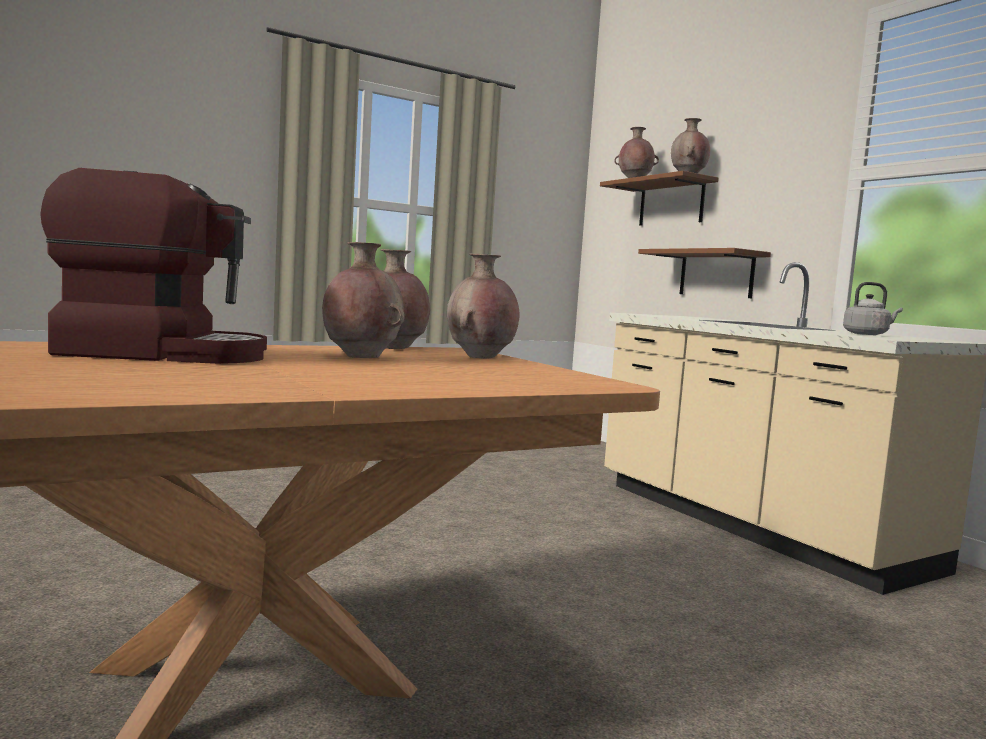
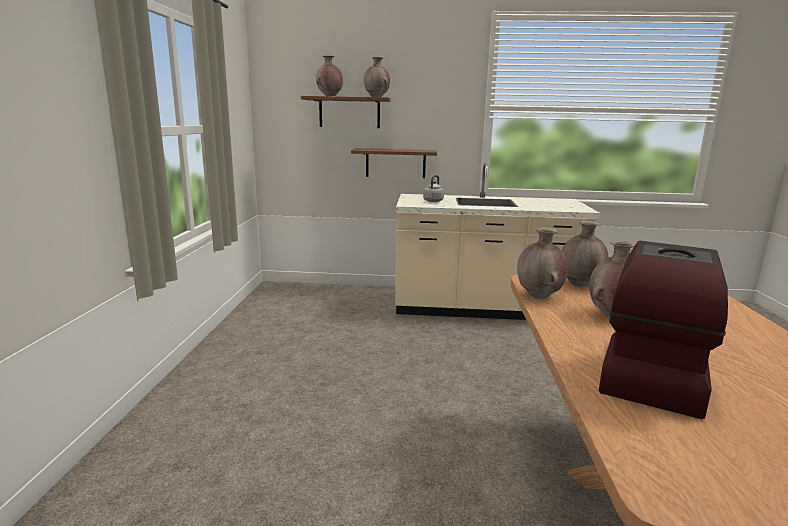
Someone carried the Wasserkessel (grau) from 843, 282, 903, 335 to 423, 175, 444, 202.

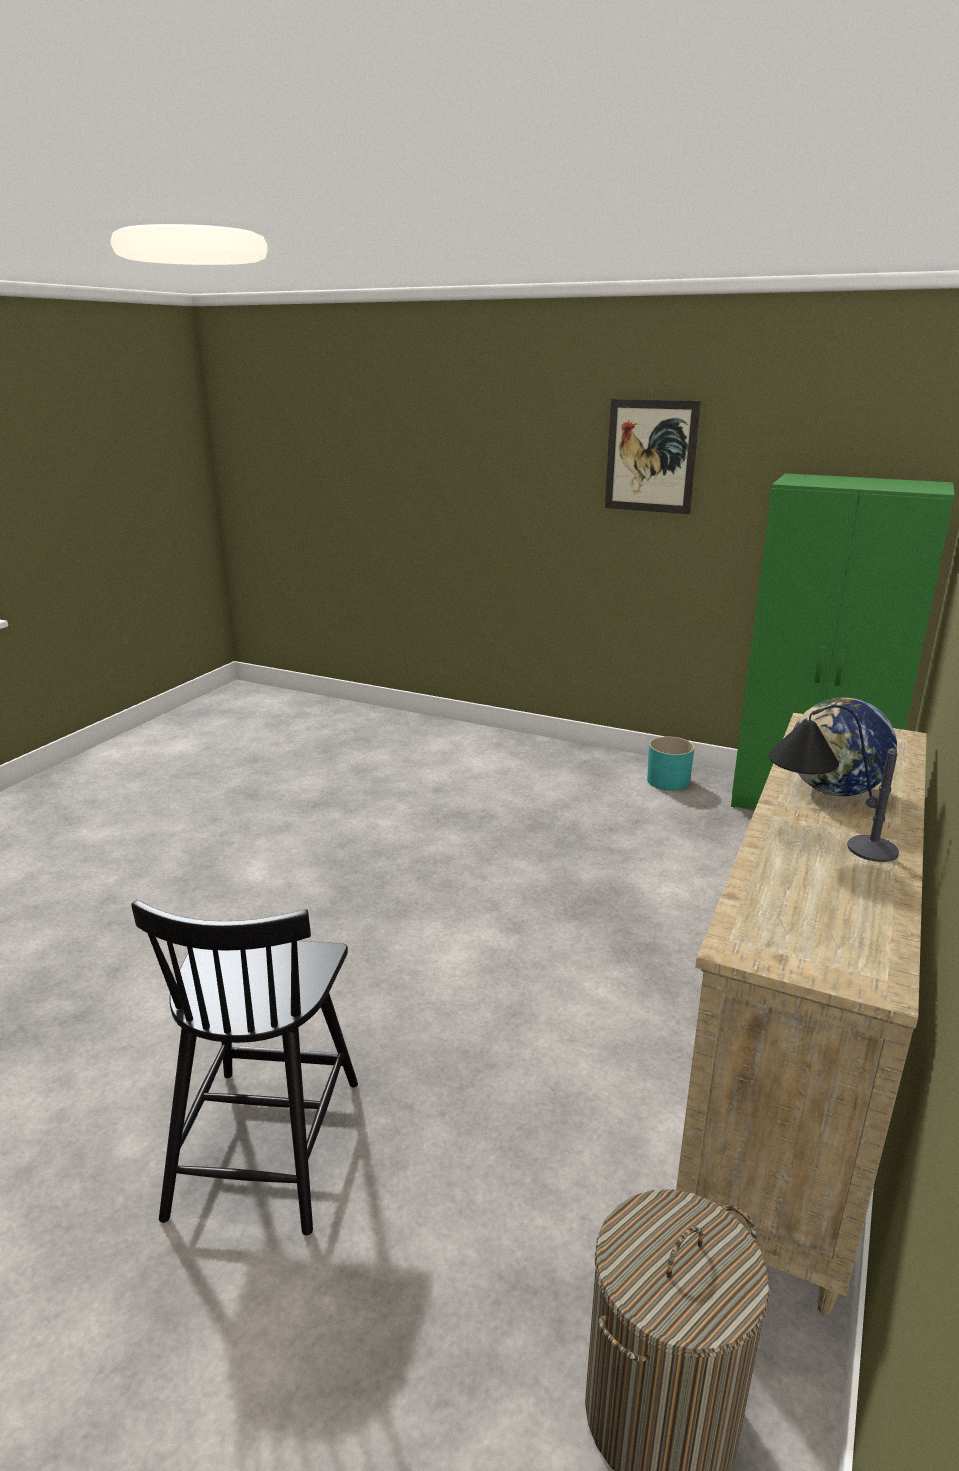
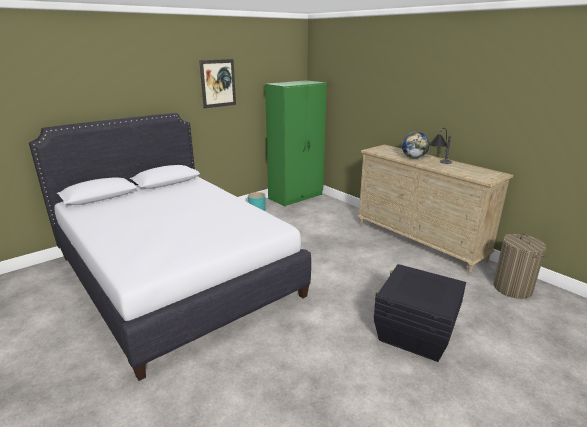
Someone swapped the Stuhl (schwarz) at 131, 900, 358, 1235 for the Aufbewahrungsbox (schwarz) at 374, 264, 466, 362. Someone put down the Bett (weiß) at 29, 112, 311, 381.

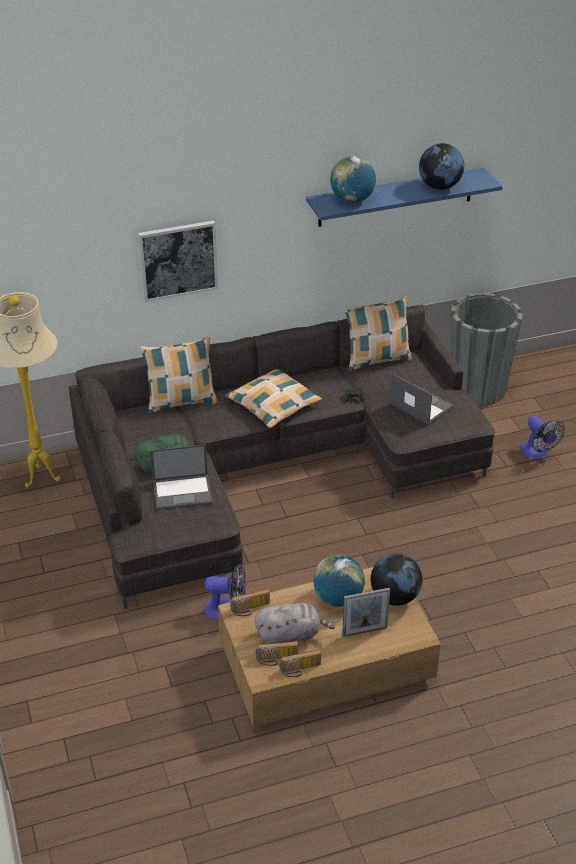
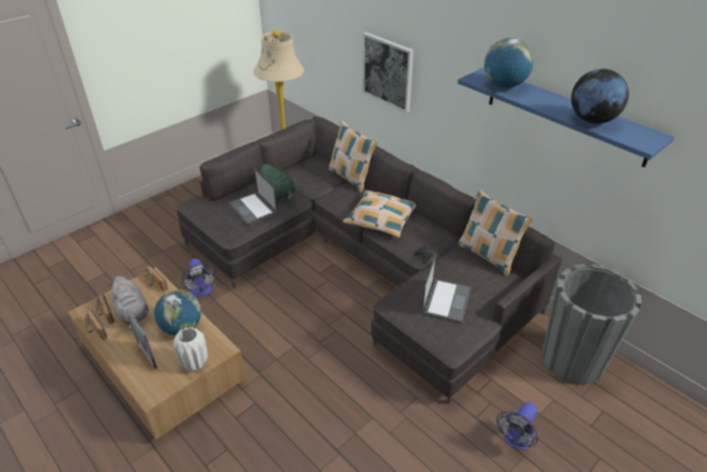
Someone swapped the Globus at 371, 553, 422, 606 for the Vase (weiß) at 173, 327, 208, 371.

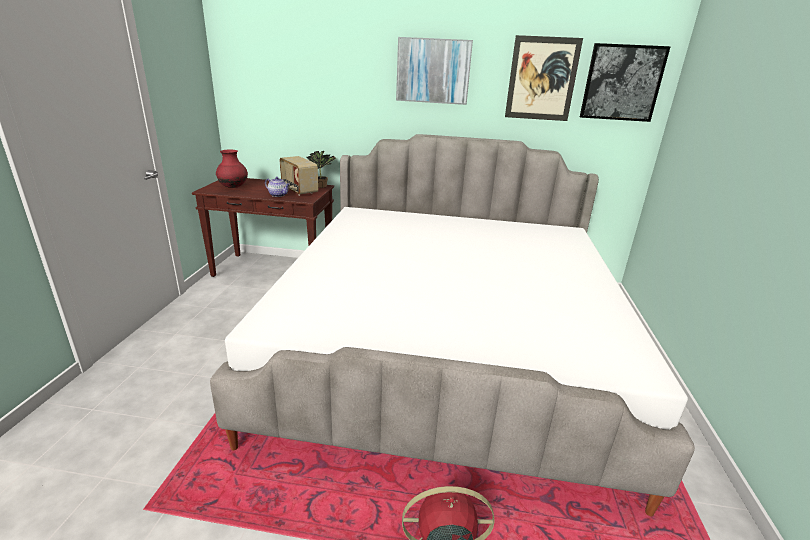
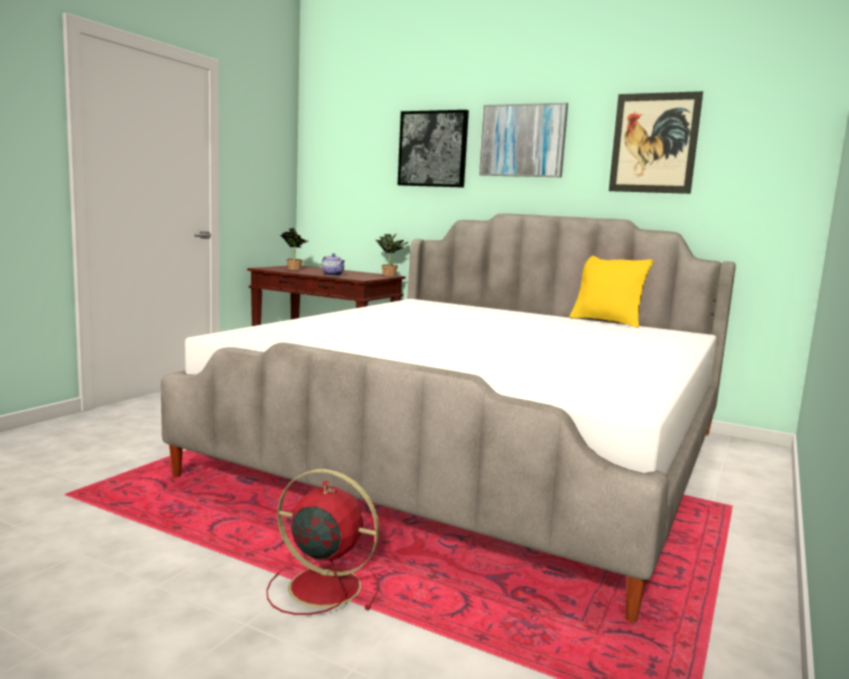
Someone swapped the Vase (rot) at 216, 149, 248, 188 for the Topfpflanze at 280, 228, 308, 270. Someone took away the Radio at 280, 156, 318, 196. Someone carried the Bild from 580, 43, 671, 122 to 398, 110, 469, 188. Someone put down the Kissen (gelb) at 570, 256, 654, 328.

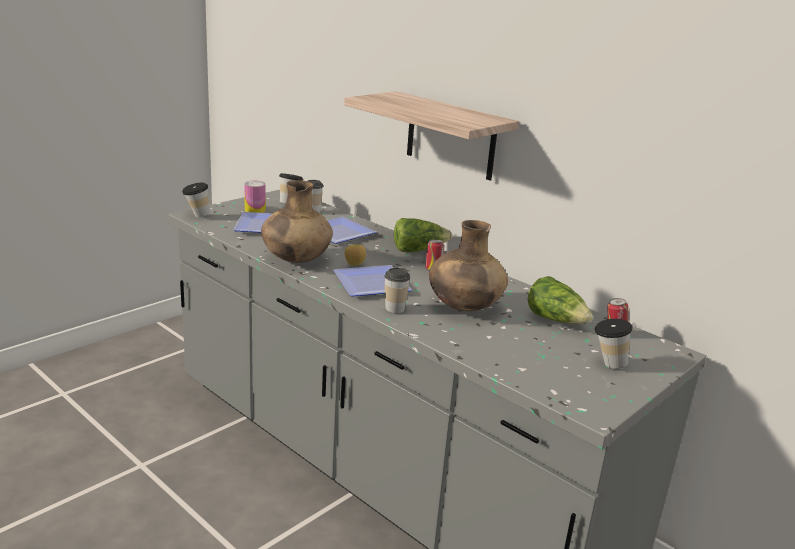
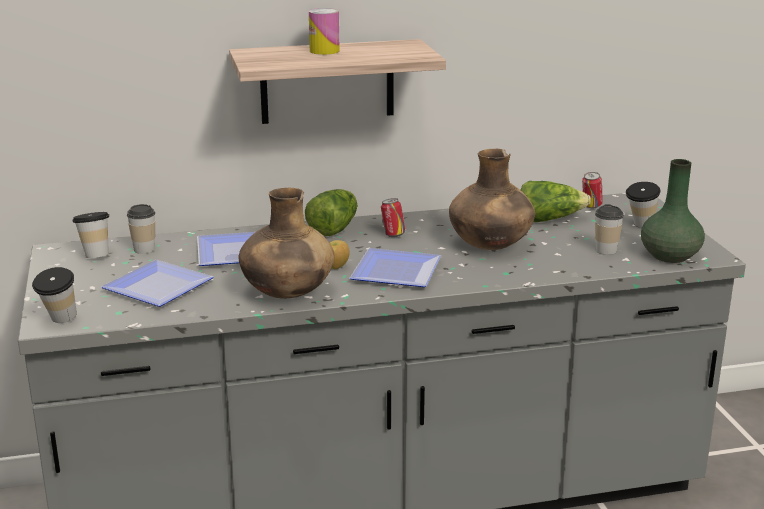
Someone carried the Dose from 244, 181, 266, 213 to 309, 8, 340, 55. Someone carried the Tasse from 384, 268, 410, 313 to 595, 204, 624, 255. Someone put down the Vase (grün) at 641, 159, 705, 263.

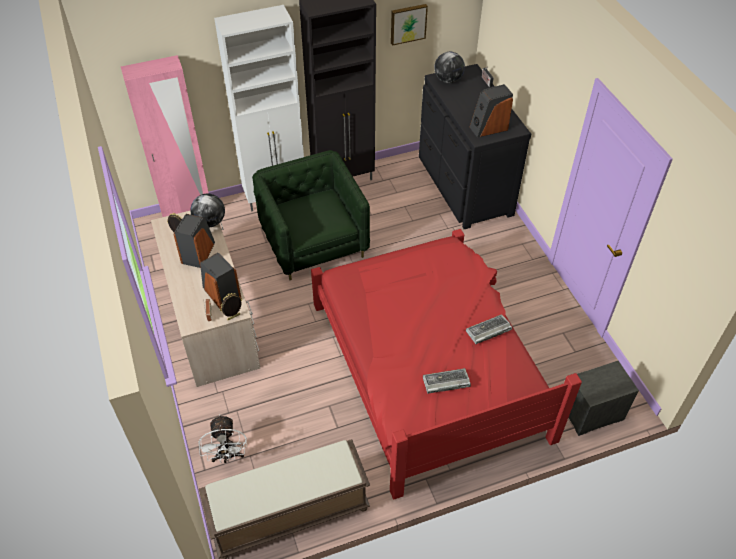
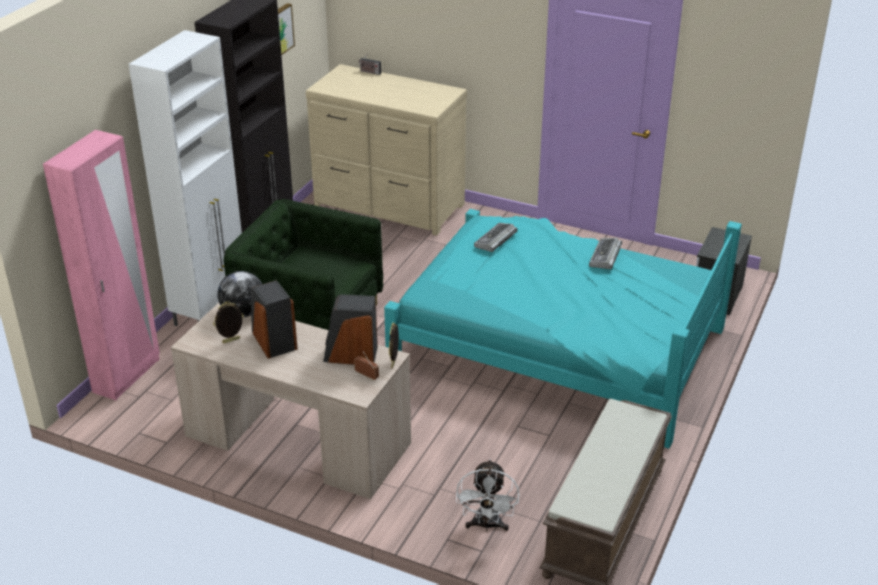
Someone rotated the Ventilator (weiß) at 199, 414, 247, 463 by 60 degrees clockwise. Someone repainted the Bett (rot) at 311, 229, 582, 499, which became the Bett (türkis) at 384, 209, 742, 449. Someone repainted the Kommode (schwarz) at 419, 64, 531, 229, which became the Kommode (beige) at 306, 64, 467, 236. Someone carried the Tastatur from 423, 368, 471, 394 to 474, 223, 518, 252. Someone took away the Globus at 434, 52, 465, 83. Someone took away the Lautsprecher at 470, 84, 513, 137.

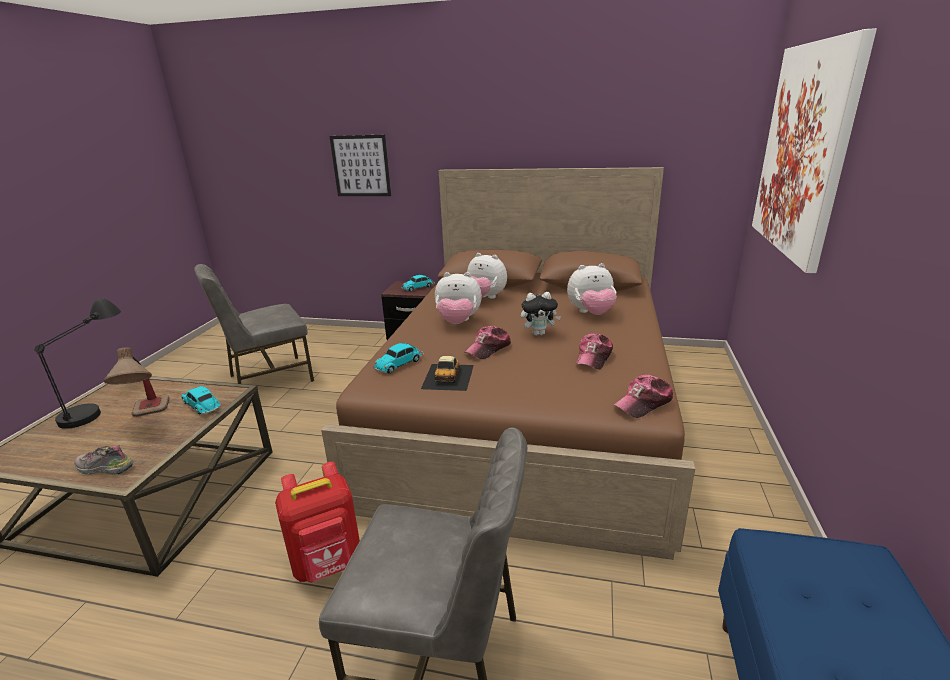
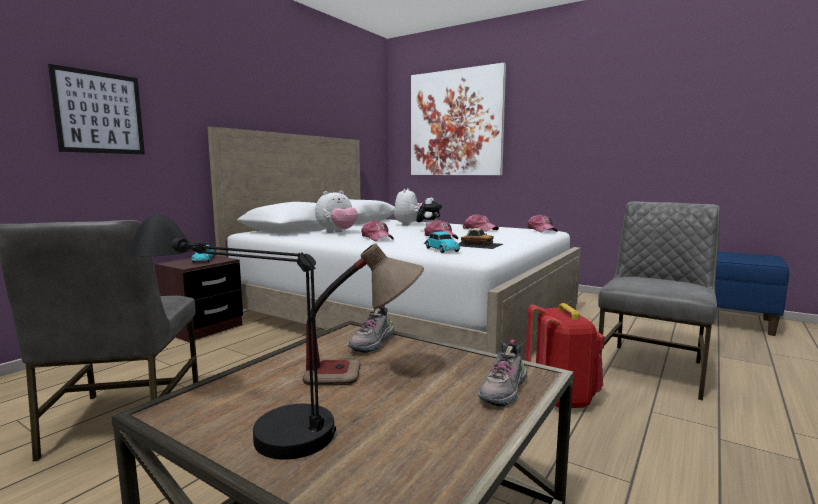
Someone swapped the Spielzeugauto at 181, 386, 221, 415 for the Schuh at 348, 305, 394, 353. Someone repainted the Bett (braun) at 321, 167, 695, 560, which became the Bett (weiß) at 207, 126, 581, 360. Someone swapped the Plüschtier at 435, 272, 482, 324 for the Kappe at 361, 220, 394, 241.

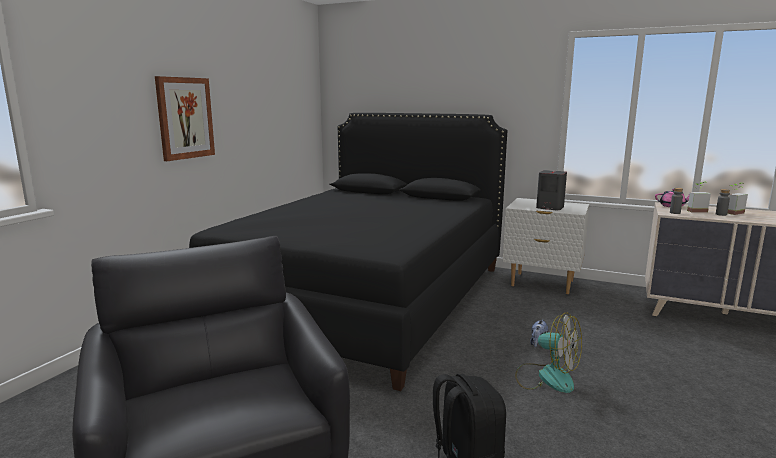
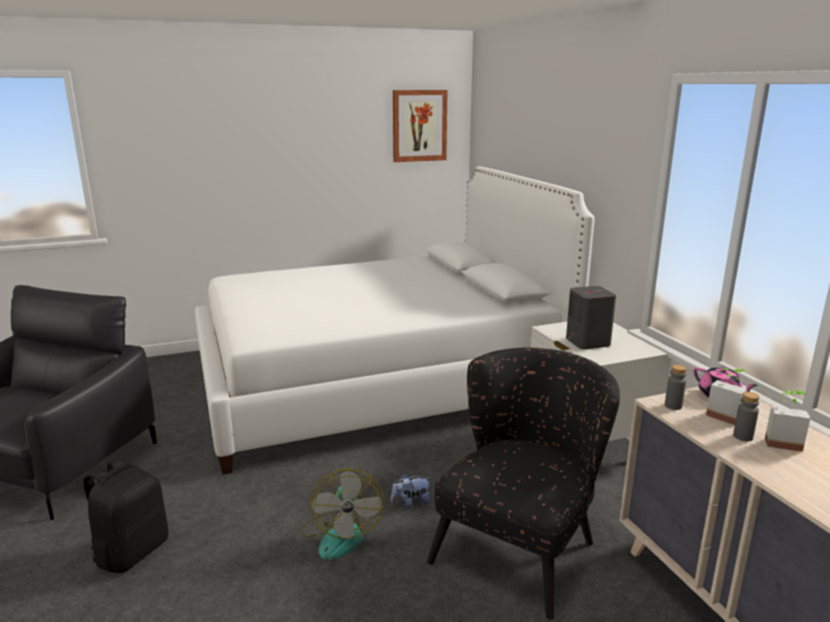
Someone carried the Bild from 155, 76, 215, 161 to 393, 90, 448, 162. Someone repainted the Bett (schwarz) at 189, 113, 507, 391, which became the Bett (weiß) at 195, 167, 594, 475. Someone put down the Sessel (schwarz) at 427, 348, 620, 620.

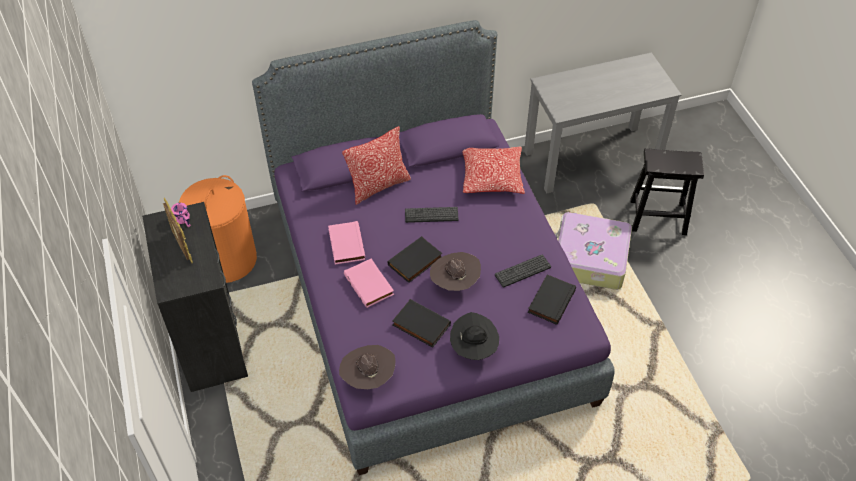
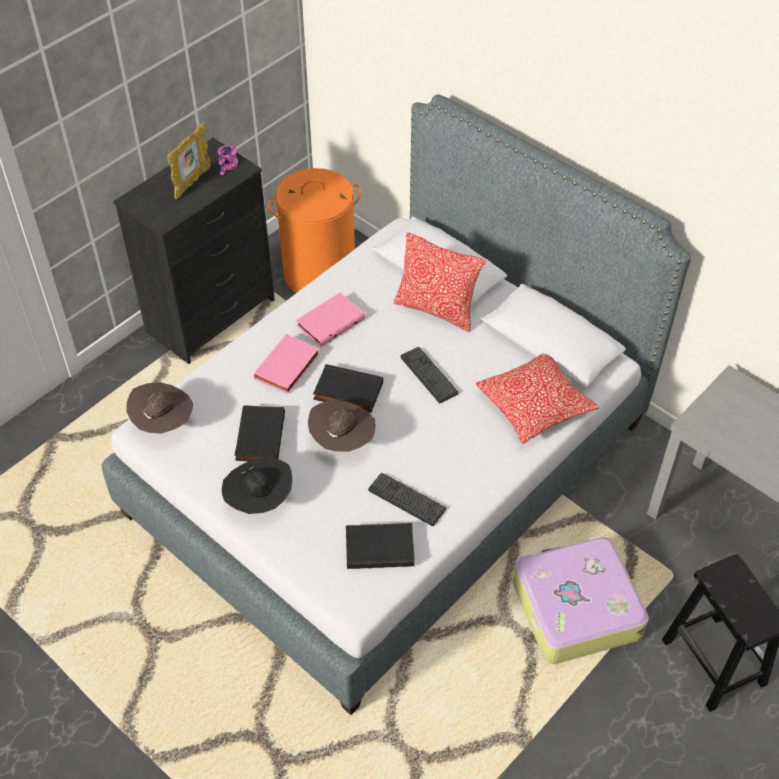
Someone repainted the Bett (lila) at 252, 20, 615, 475, which became the Bett (grau) at 102, 95, 691, 715.

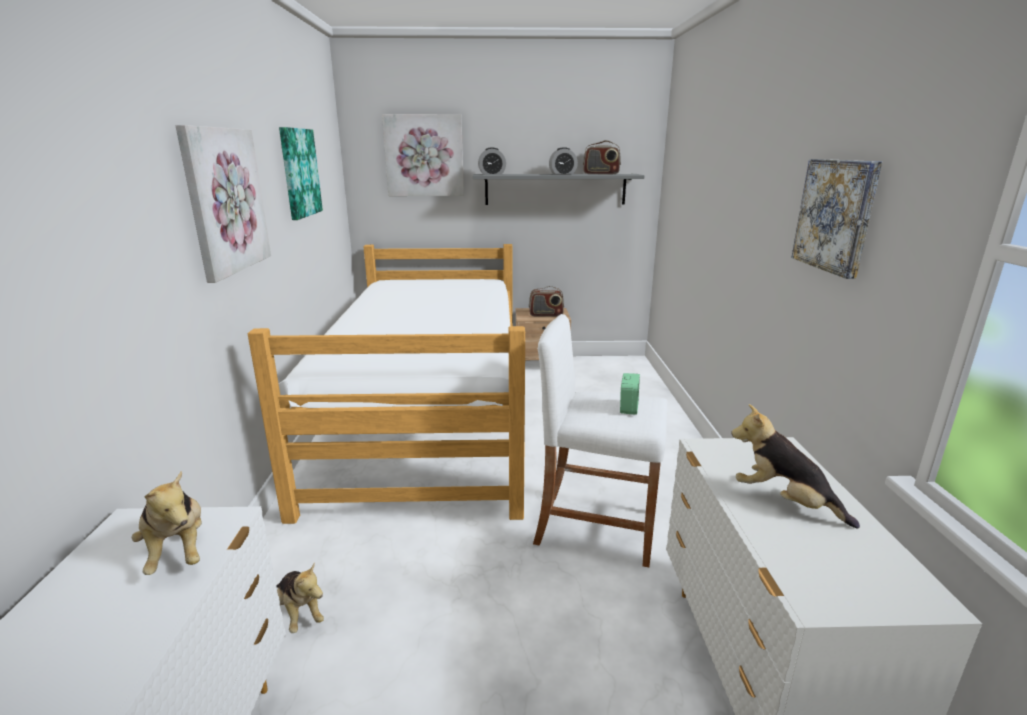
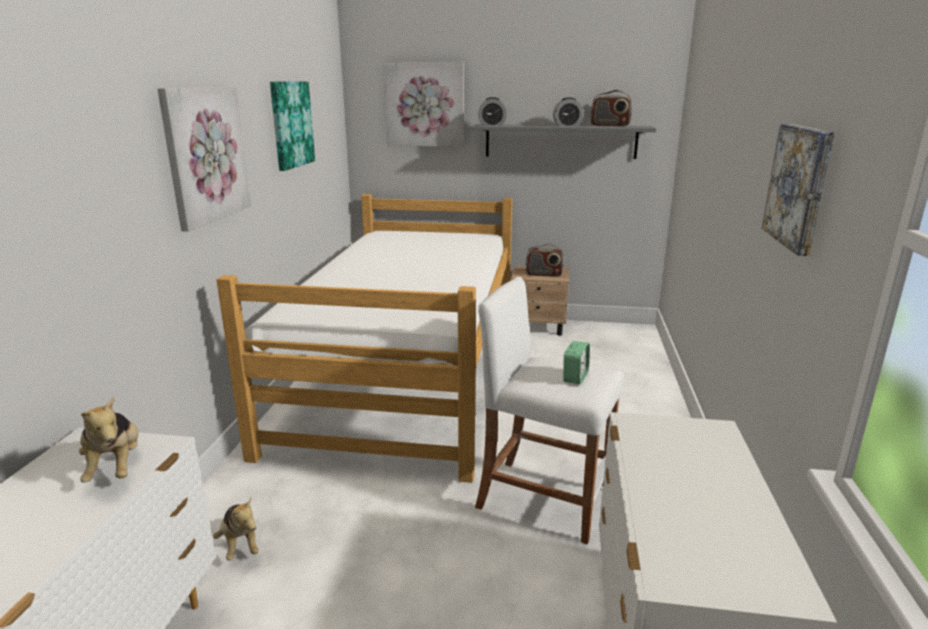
Someone took away the Plüschtier at 731, 404, 860, 529.

